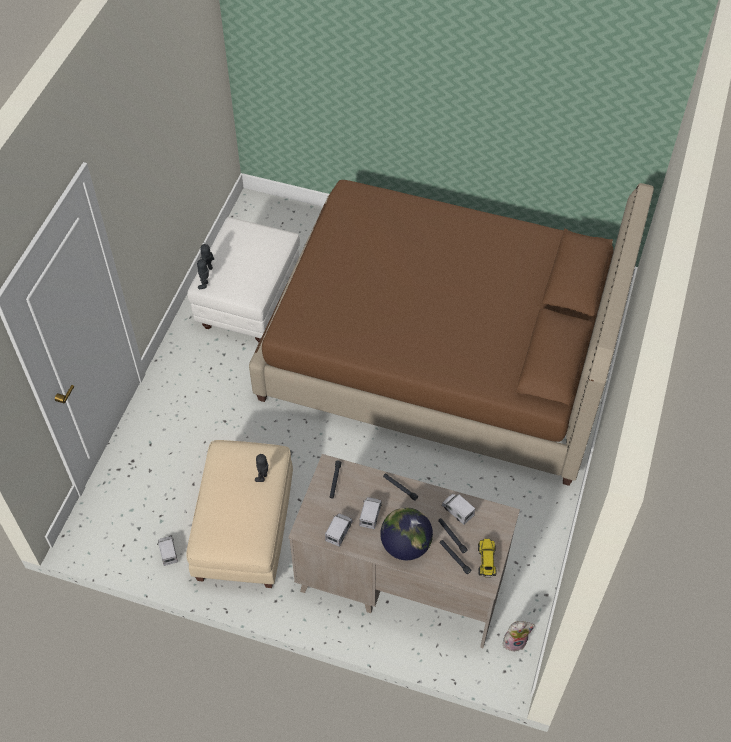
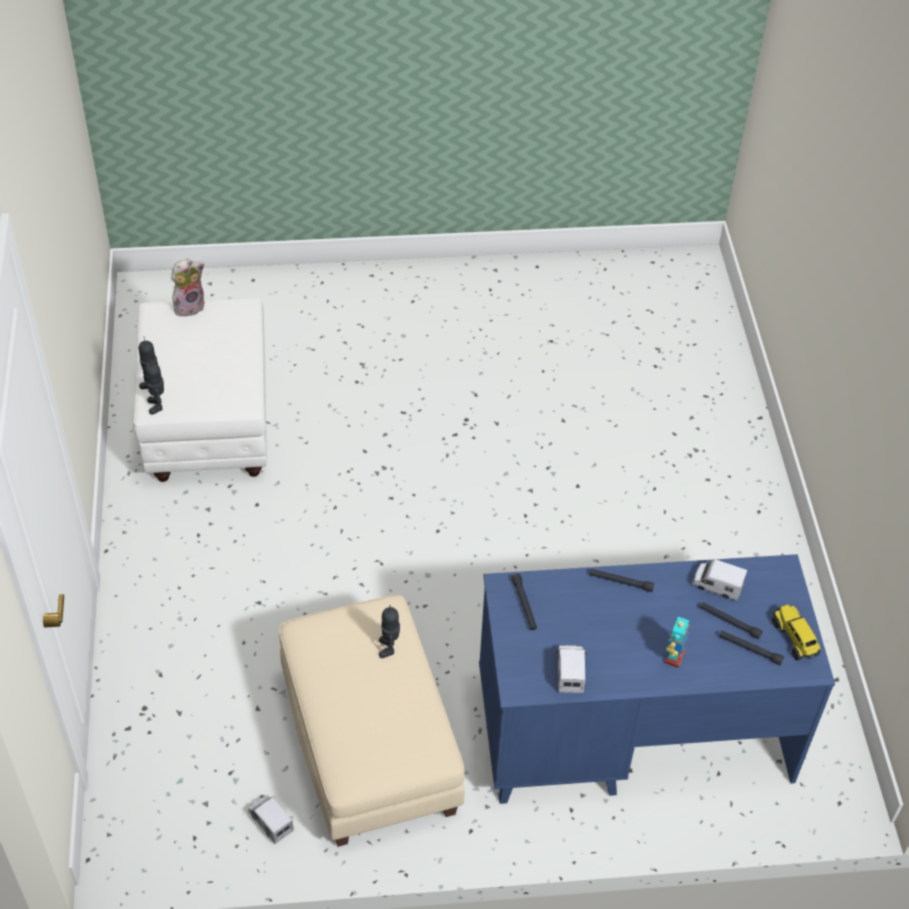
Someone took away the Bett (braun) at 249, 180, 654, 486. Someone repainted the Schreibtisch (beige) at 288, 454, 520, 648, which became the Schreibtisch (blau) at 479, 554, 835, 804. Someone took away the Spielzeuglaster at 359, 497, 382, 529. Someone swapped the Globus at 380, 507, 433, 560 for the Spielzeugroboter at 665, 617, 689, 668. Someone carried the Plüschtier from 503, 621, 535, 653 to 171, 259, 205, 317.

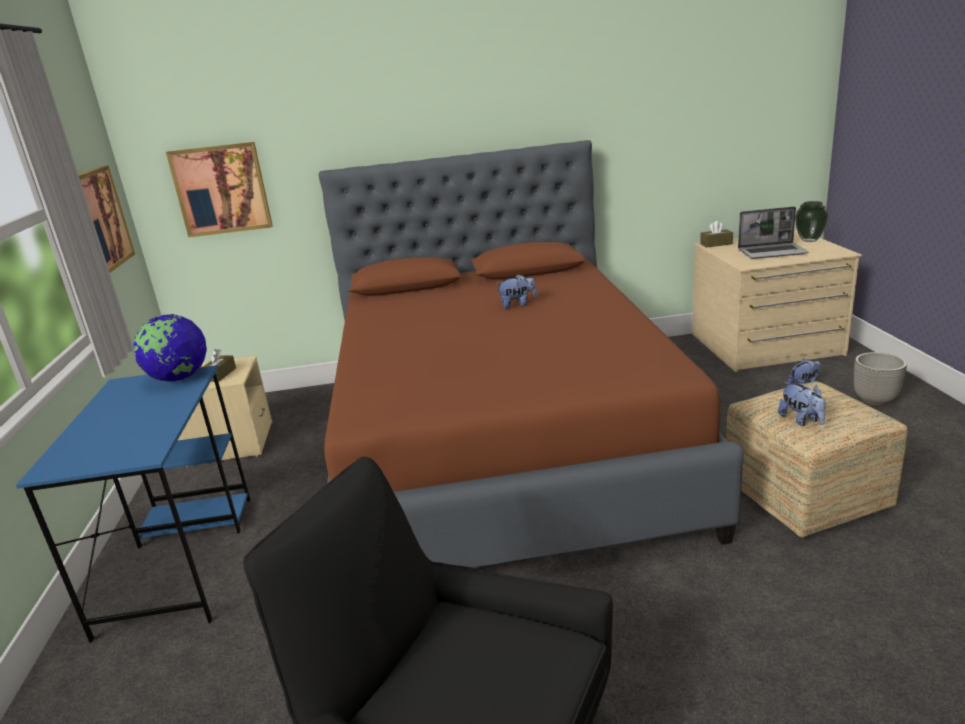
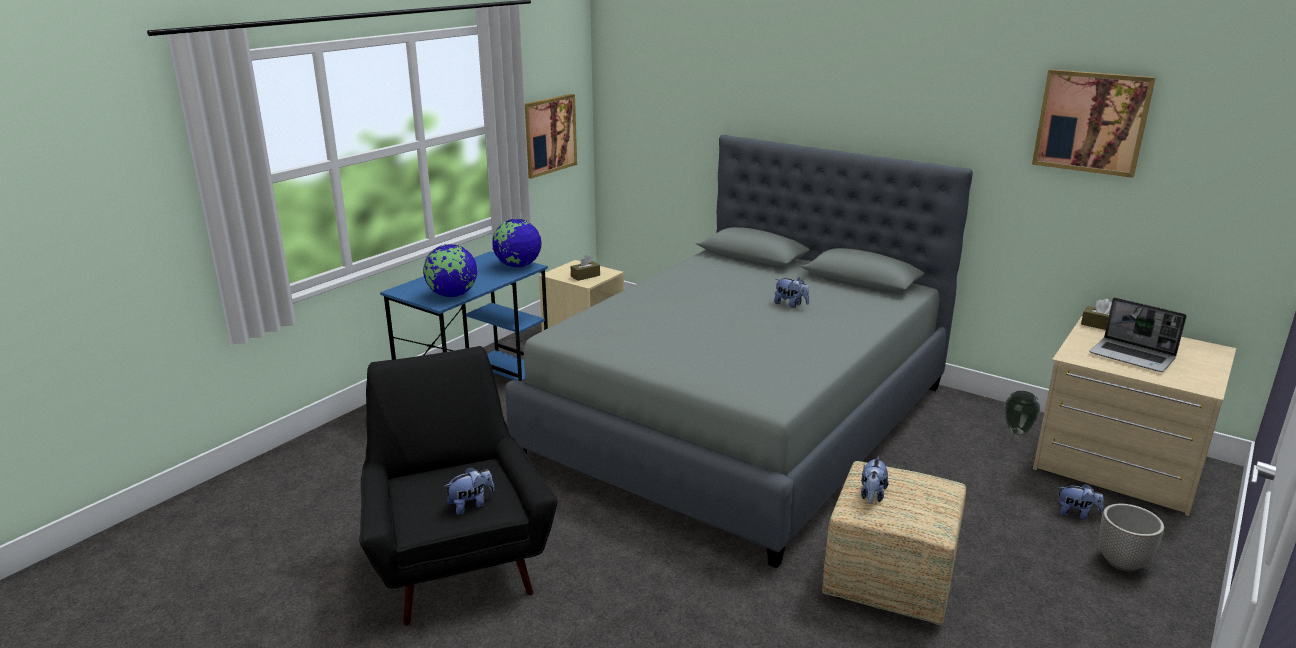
Someone carried the Bild from 166, 142, 273, 237 to 1032, 69, 1156, 178. Someone repainted the Bett (braun) at 319, 140, 744, 568, which became the Bett (grau) at 505, 135, 973, 568. Someone carried the Vase from 795, 201, 829, 242 to 1004, 391, 1040, 435. Someone put down the Globus at 423, 244, 477, 297. Someone put down the Plüschtier at 444, 467, 494, 515.

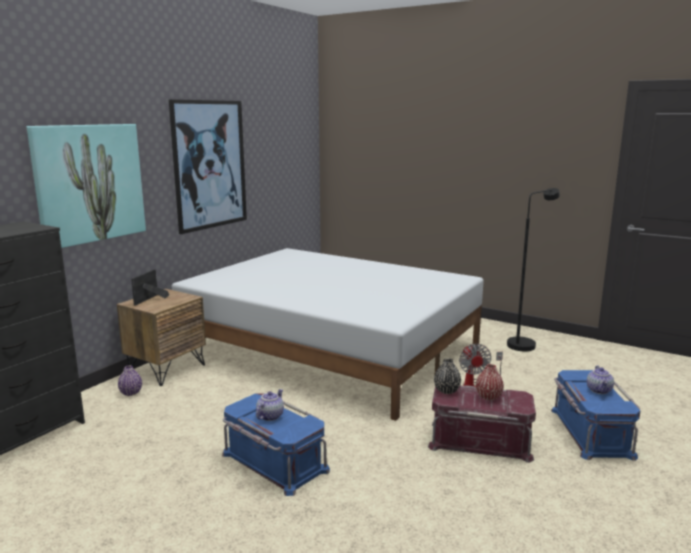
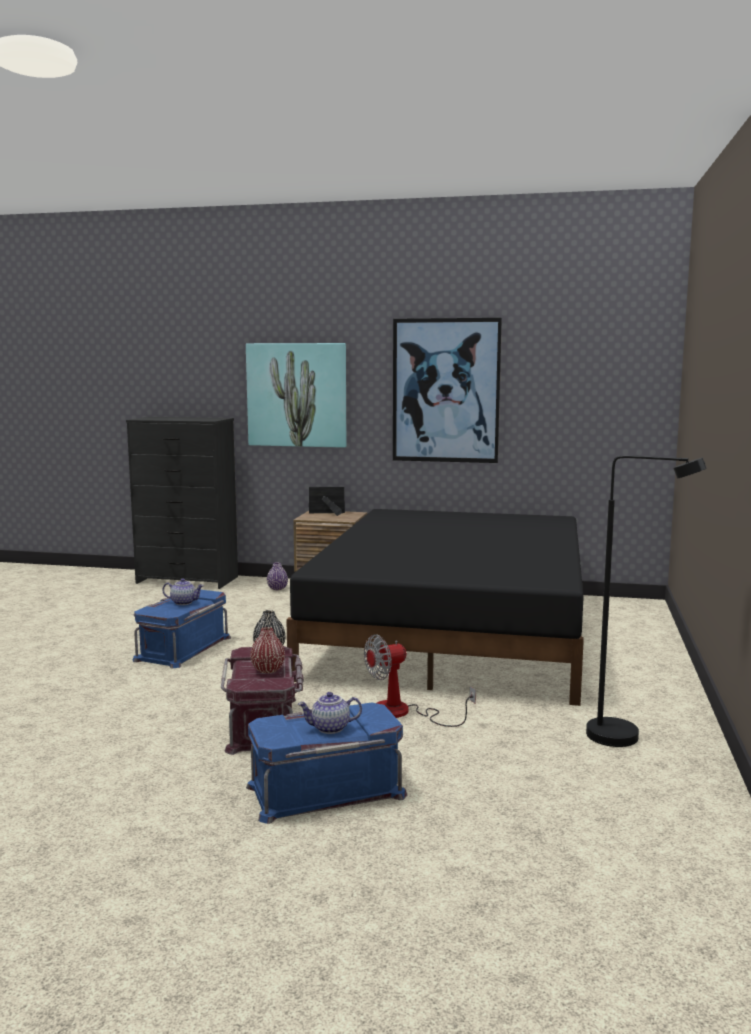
Someone repainted the Bett (weiß) at 172, 248, 484, 421, which became the Bett (schwarz) at 286, 509, 584, 706.

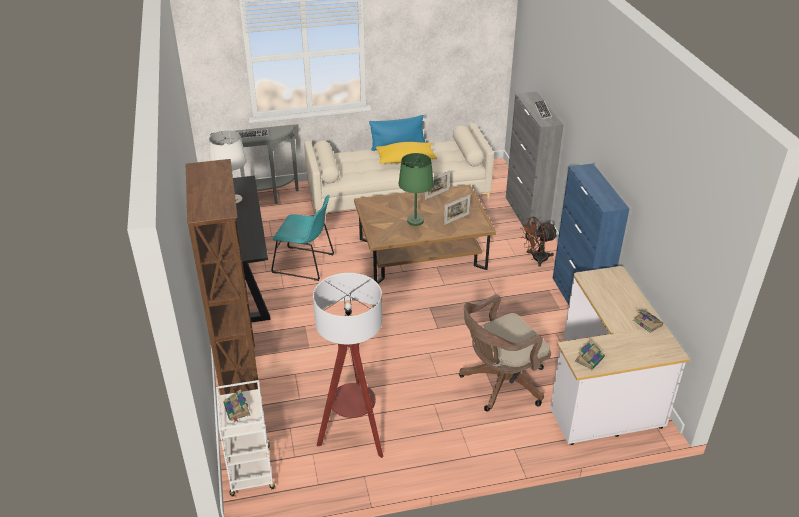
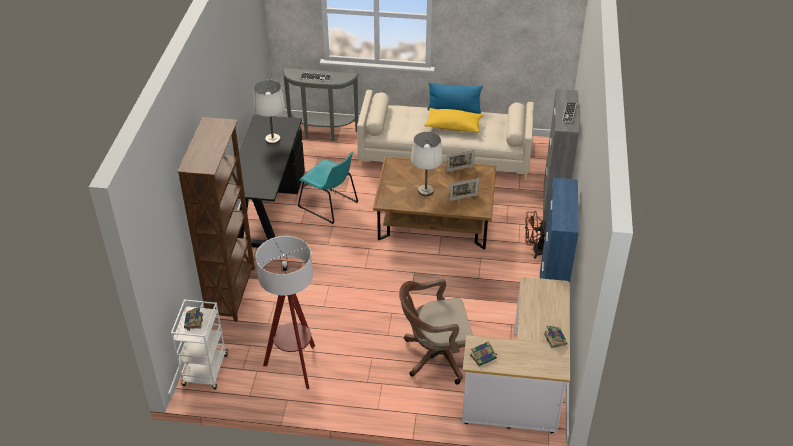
Someone repainted the Tischlampe (grün) at 399, 153, 434, 226, which became the Tischlampe (weiß) at 411, 132, 443, 196.

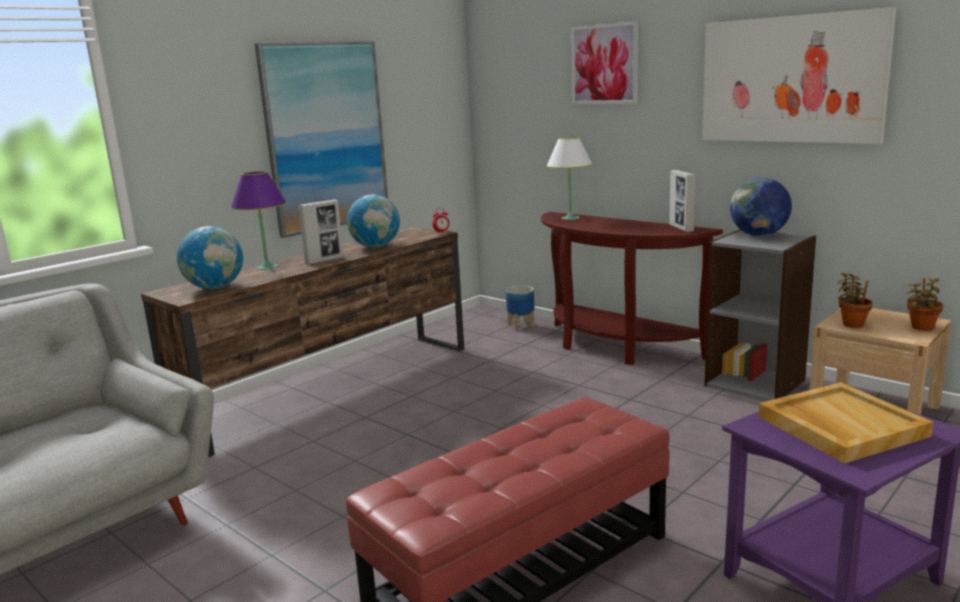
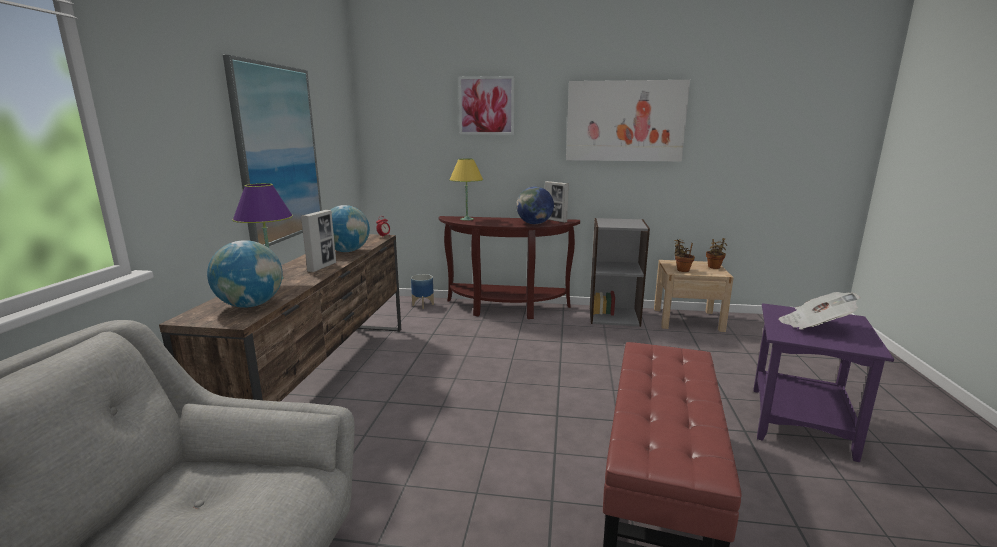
Someone repainted the Tischlampe (weiß) at 547, 137, 592, 220, which became the Tischlampe (gelb) at 449, 159, 483, 221. Someone carried the Globus from 730, 178, 792, 236 to 516, 186, 554, 224. Someone swapped the Tablett (beige) at 759, 382, 933, 463 for the Zeitung at 779, 292, 860, 330.

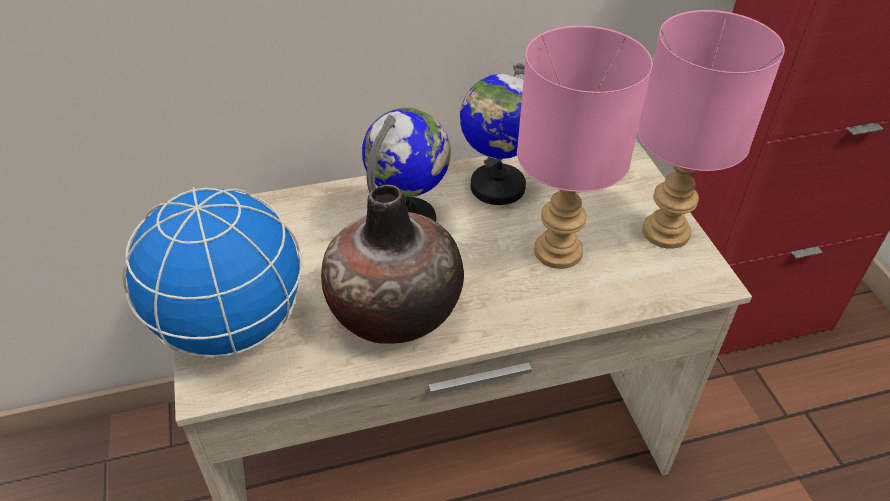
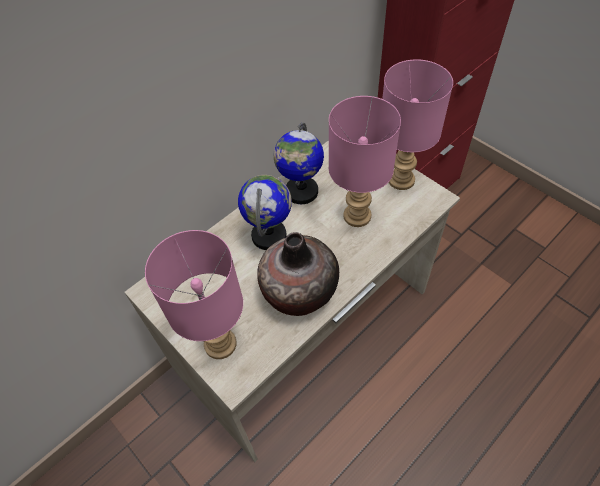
Someone swapped the Globus at 123, 187, 303, 358 for the Tischlampe (rosa) at 145, 230, 243, 359.

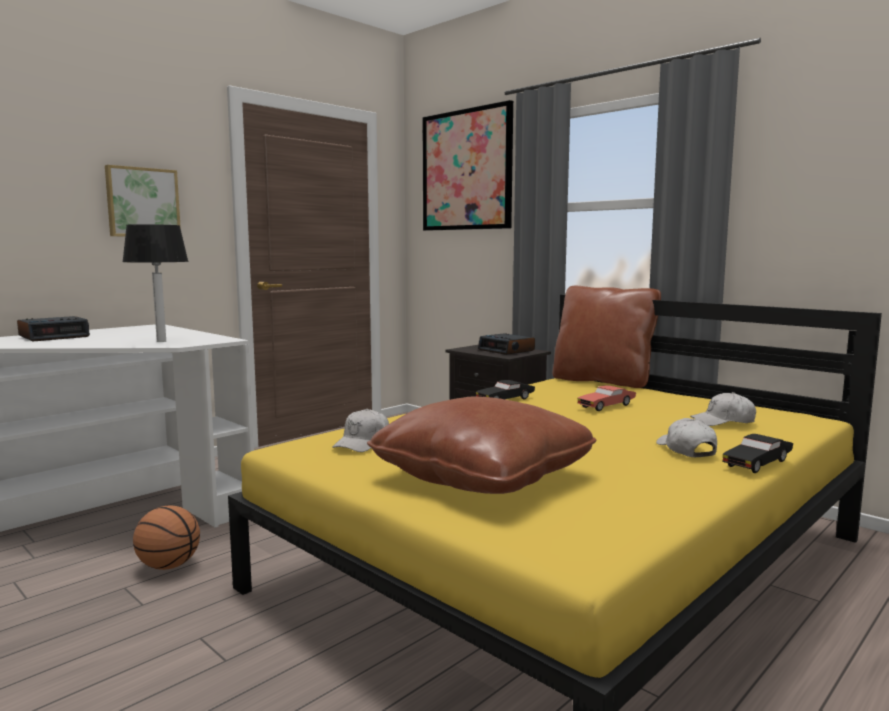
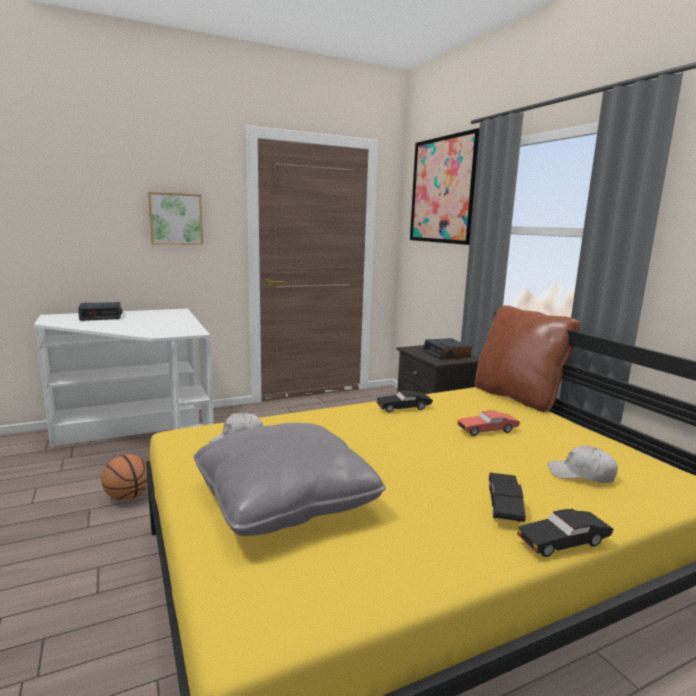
Someone took away the Tischlampe at 122, 224, 189, 342. Someone repainted the Kissen (braun) at 367, 397, 596, 494, which became the Kissen (grau) at 194, 423, 386, 536. Someone swapped the Kappe (weiß) at 656, 418, 717, 457 for the Spielzeugauto (schwarz) at 489, 473, 526, 522.

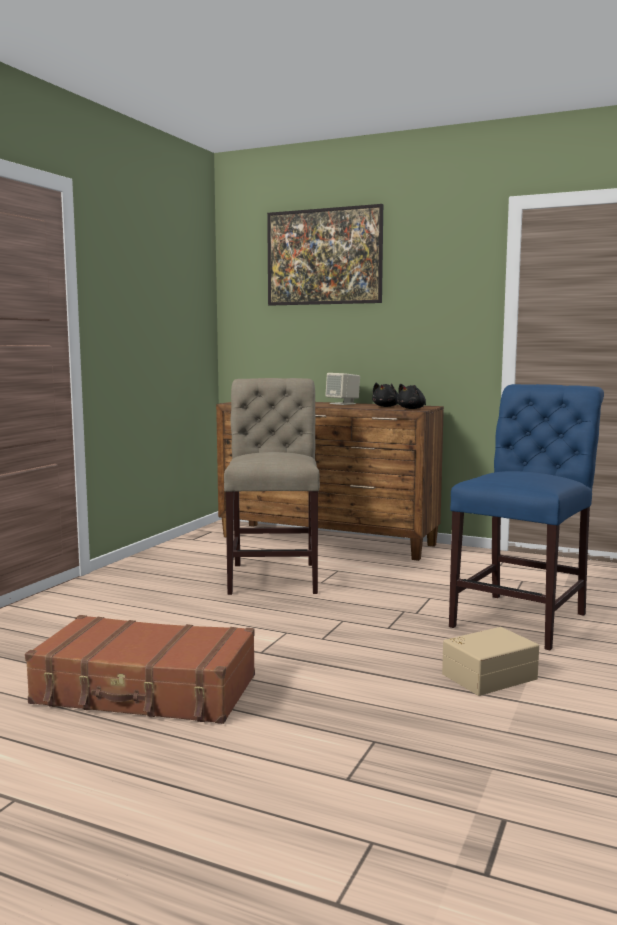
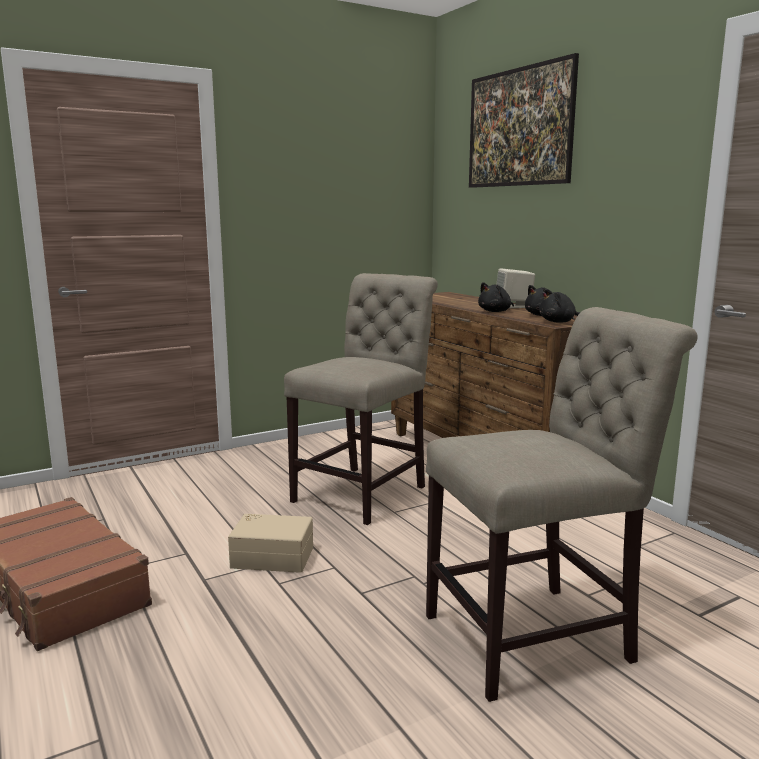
Someone carried the Aufbewahrungsbox (beige) from 442, 627, 539, 696 to 228, 514, 313, 573. Someone repainted the Stuhl (blau) at 449, 384, 604, 650, which became the Stuhl (beige) at 426, 307, 698, 702. Someone put down the Plüschtier (schwarz) at 478, 282, 514, 312.

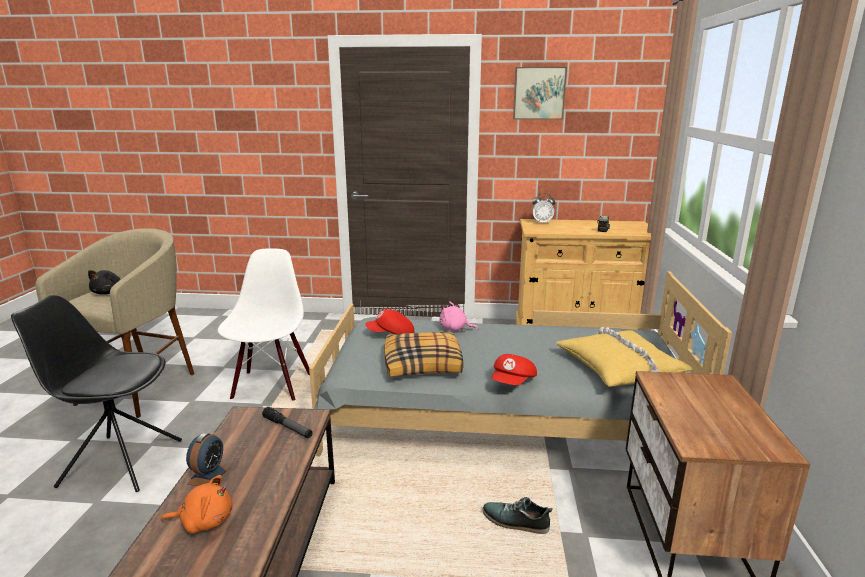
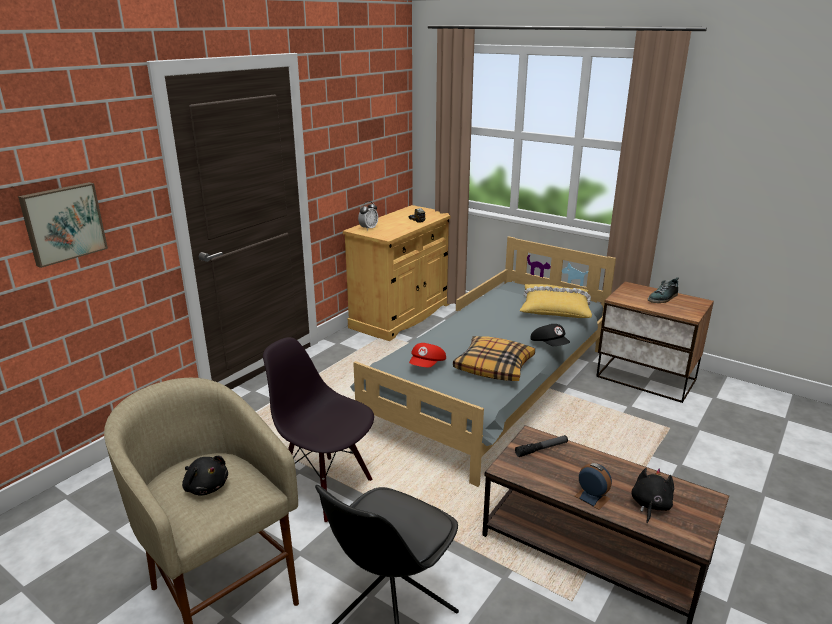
Someone repainted the Plüschtier (orange) at 161, 475, 233, 534, which became the Plüschtier (schwarz) at 631, 468, 674, 523. Someone repainted the Stuhl (weiß) at 218, 248, 310, 401, which became the Stuhl (schwarz) at 263, 337, 374, 523. Someone took away the Plüschtier (rosa) at 439, 301, 478, 332. Someone carried the Schuh from 483, 497, 553, 534 to 648, 277, 679, 303. Someone repainted the Kappe (rot) at 491, 354, 537, 385, which became the Kappe (schwarz) at 530, 324, 570, 346. Someone carried the Bild from 513, 67, 567, 120 to 18, 182, 108, 268.

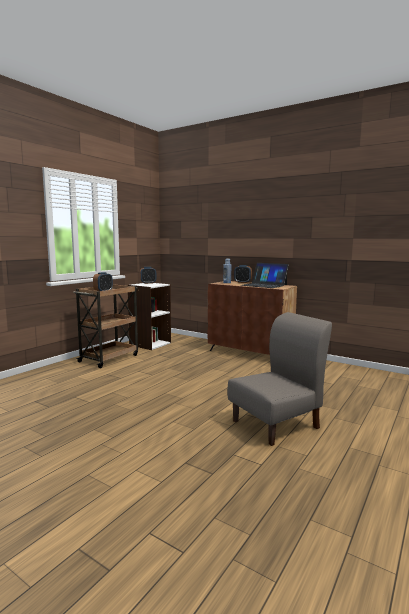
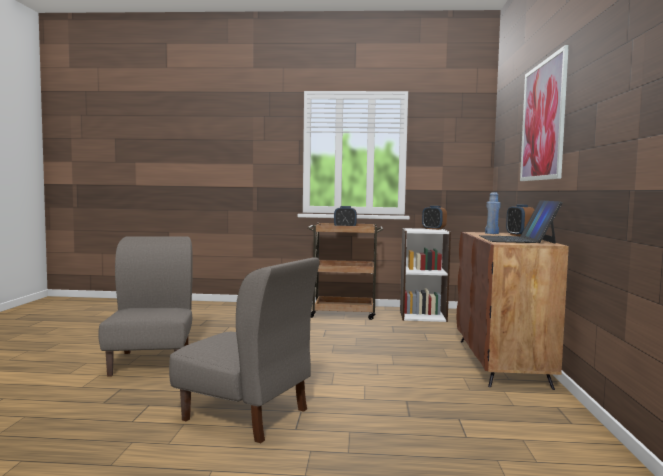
Someone put down the Stuhl (grau) at 99, 236, 193, 377. Someone put up the Bild at 520, 45, 569, 181.

